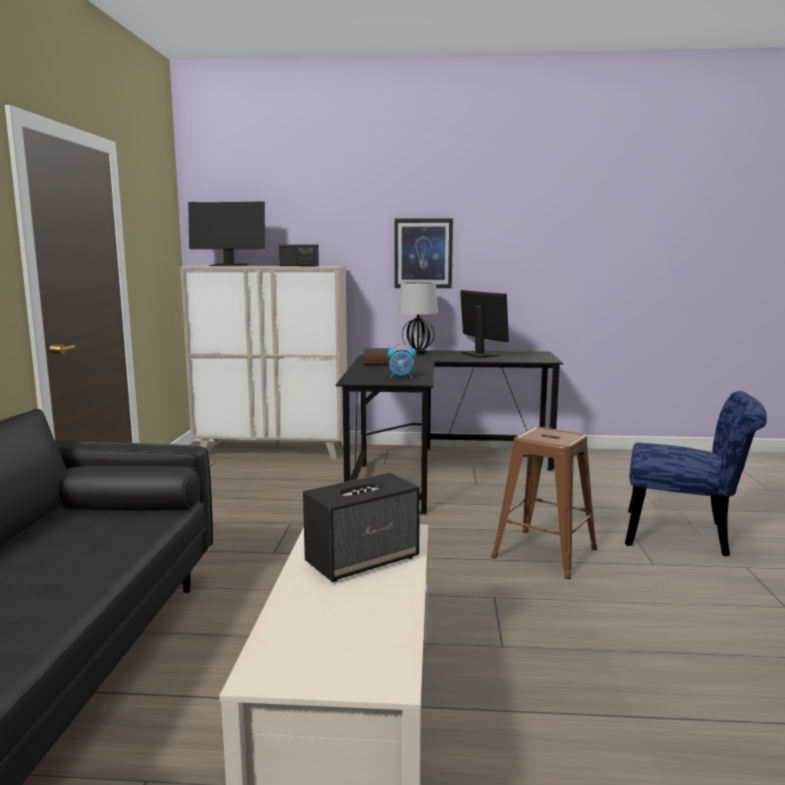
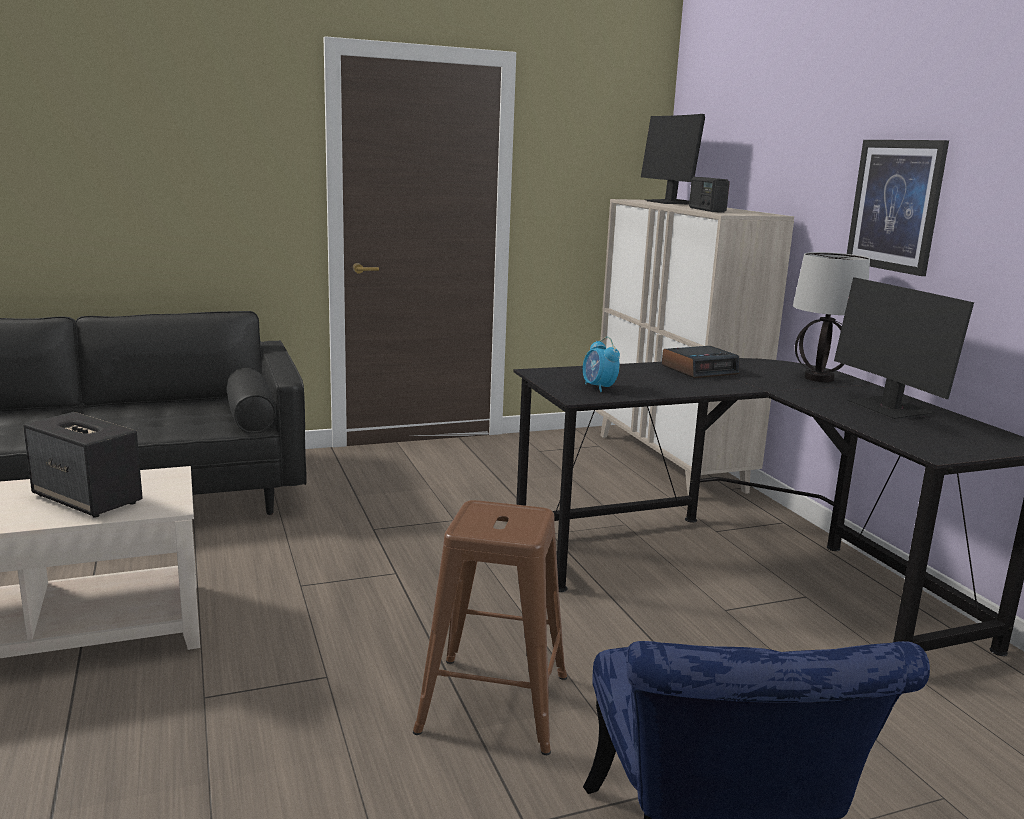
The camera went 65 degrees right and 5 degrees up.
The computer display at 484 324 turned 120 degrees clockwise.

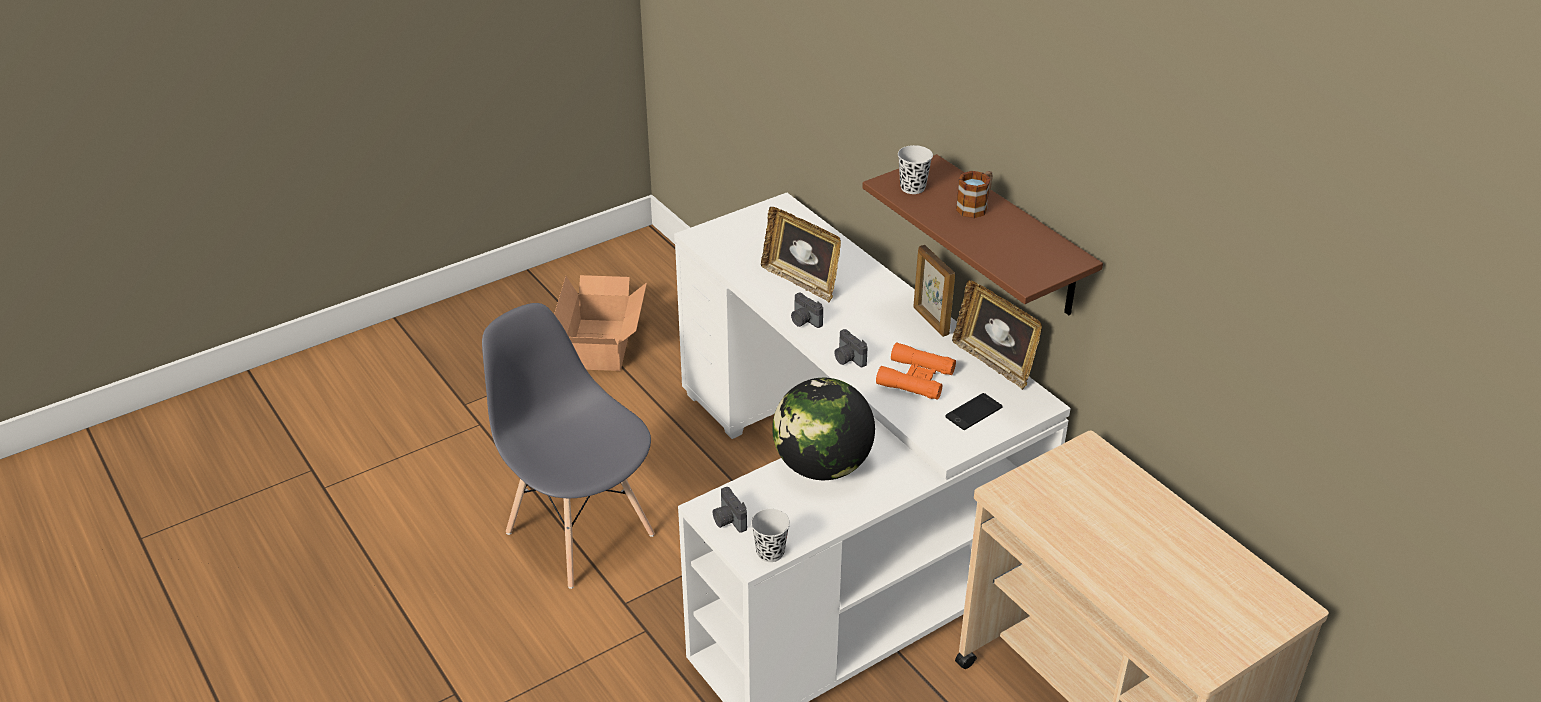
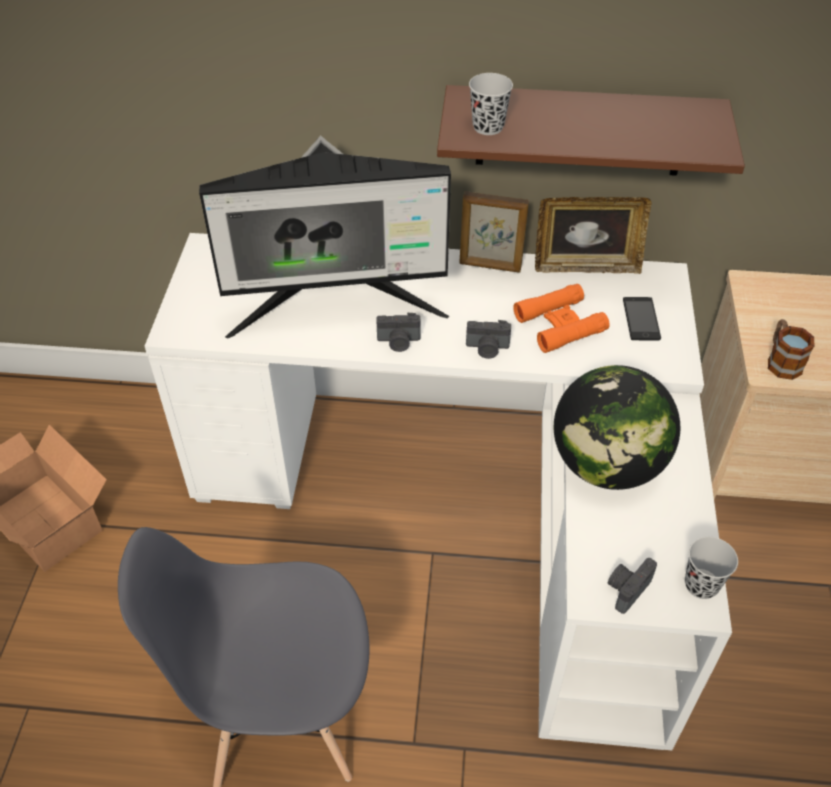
The camera went 50 degrees left and 10 degrees up.
The photo camera at 730 510 turned 120 degrees clockwise.
The standing frame at 801 254 was replaced by the computer display at 325 237.
The mug moved from 974 194 to 791 349.

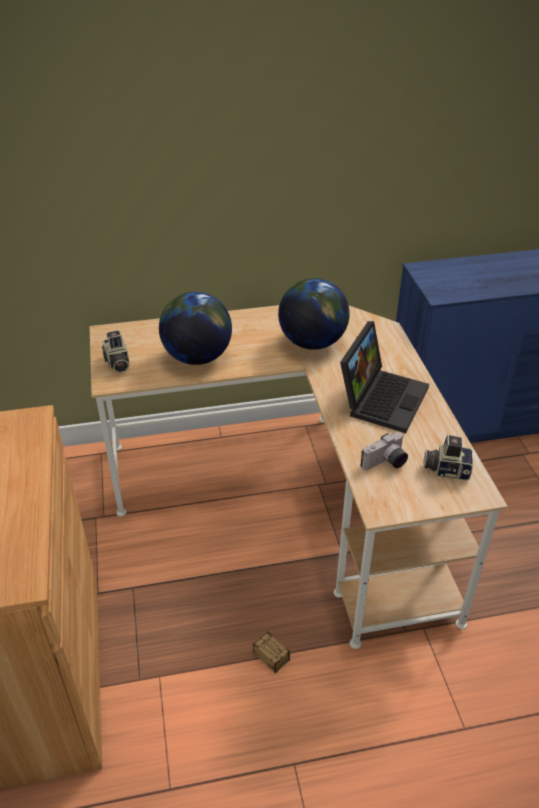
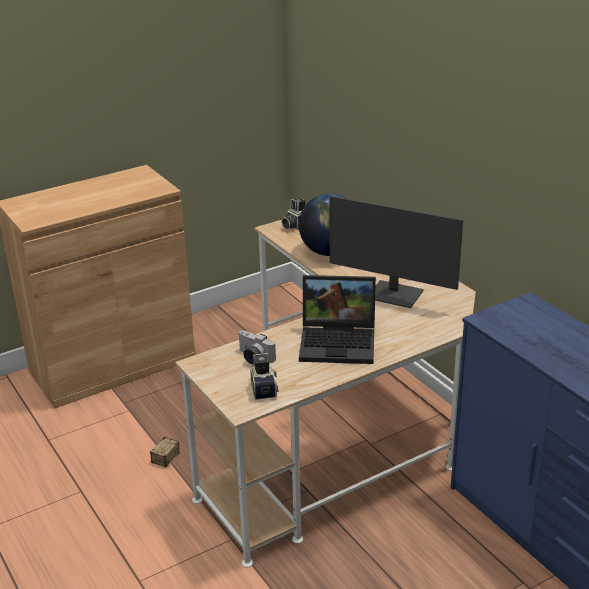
The camera went 70 degrees right and 10 degrees down.
The world globe at 314 314 was replaced by the computer display at 396 252.

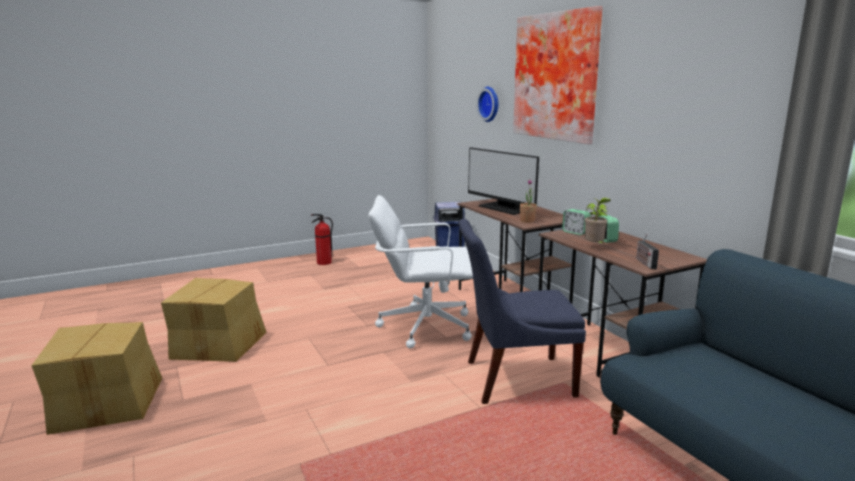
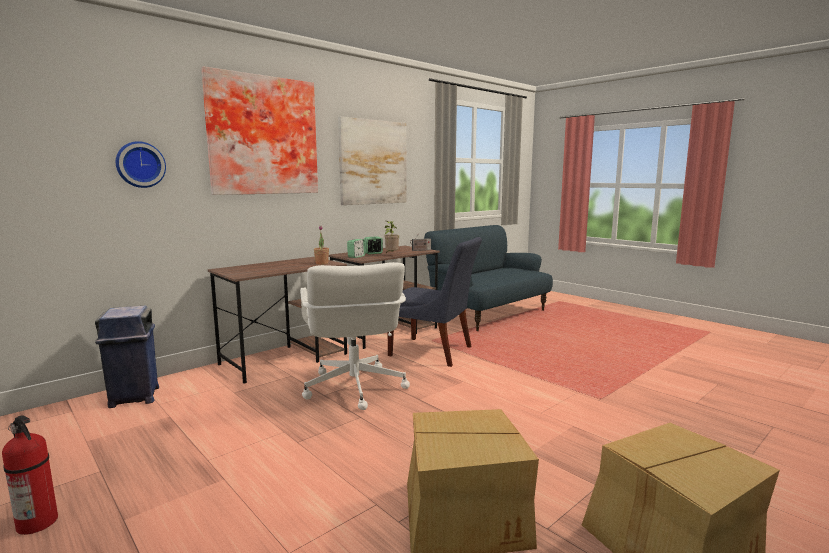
The camera went 105 degrees left and 5 degrees down.
The blue-coloured upright chair at 522 311 turned 45 degrees counterclockwise.
The computer display at 503 181 disappeared.
The picture at 372 160 appeared.

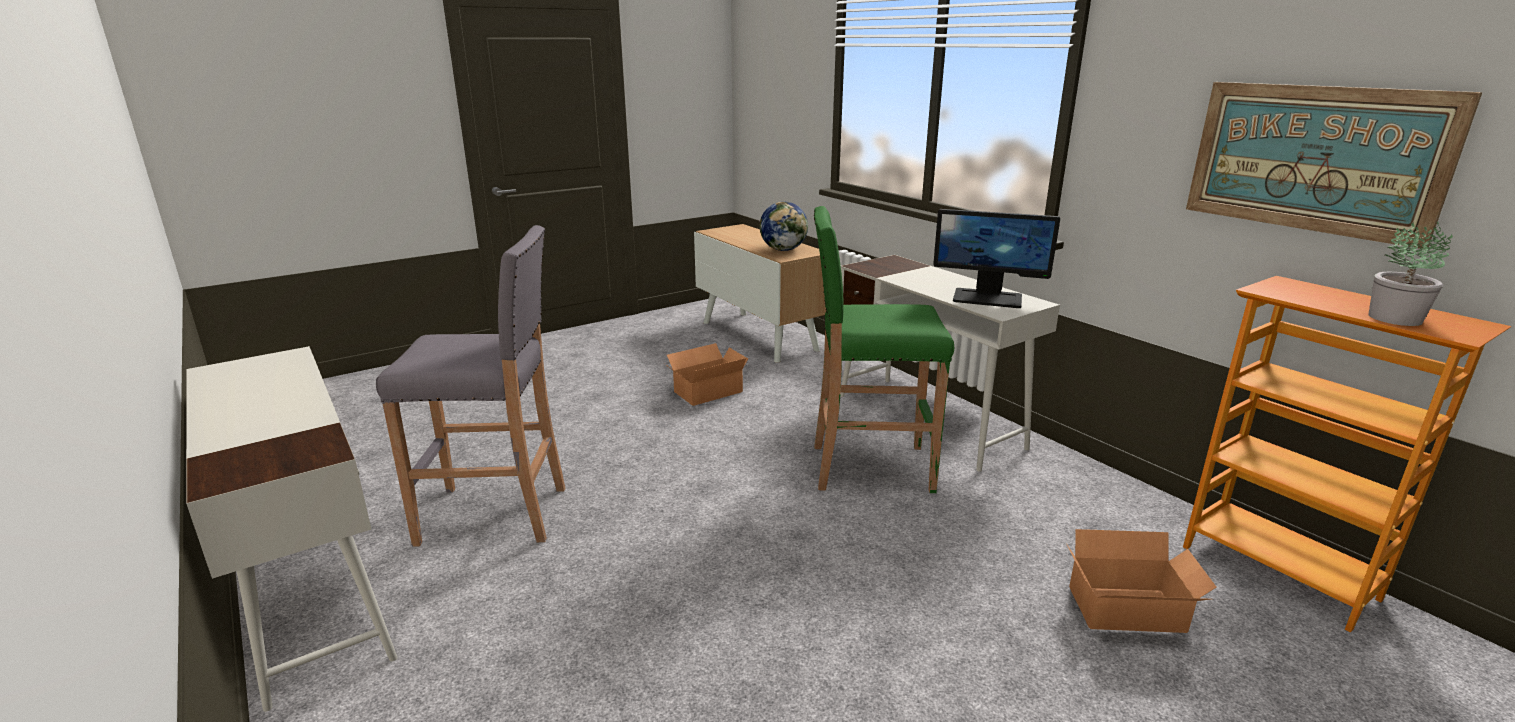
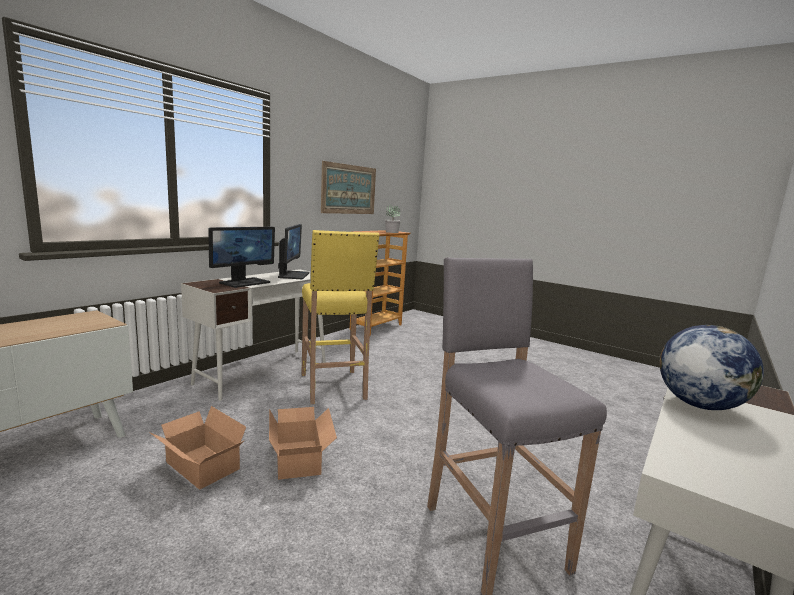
The camera went 110 degrees left and 10 degrees down.
The world globe moved from 784 226 to 712 367.
The green-coloured stool seat at 884 349 became the yellow-coloured stool seat at 340 317.
The packing box moved from 1141 581 to 303 443.
The computer display at 241 257 appeared.

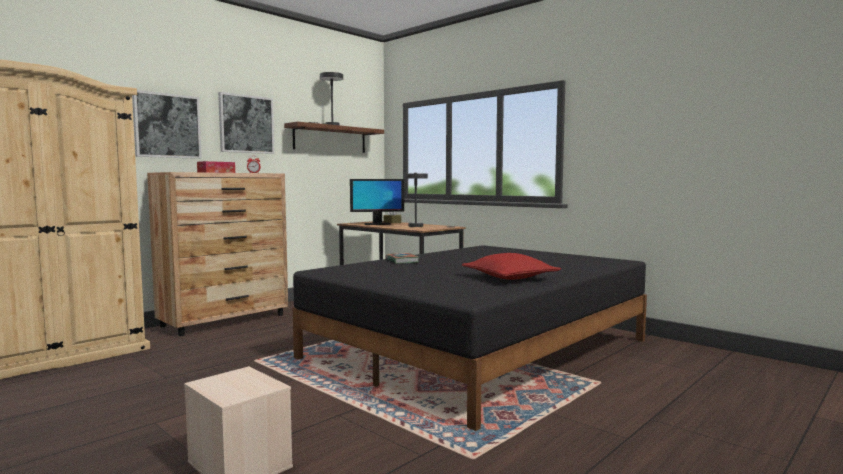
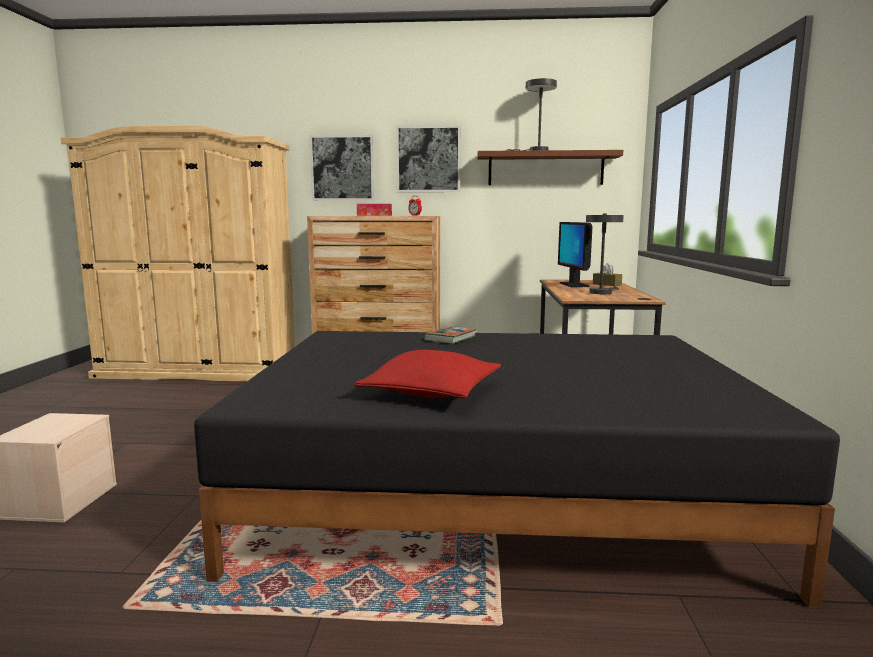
The camera went 50 degrees right and 5 degrees up.
The computer display at 377 202 turned 45 degrees clockwise.

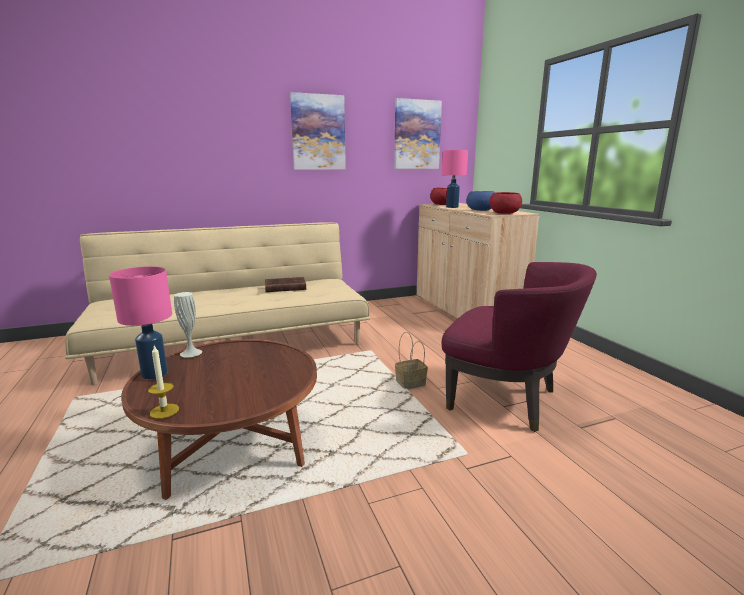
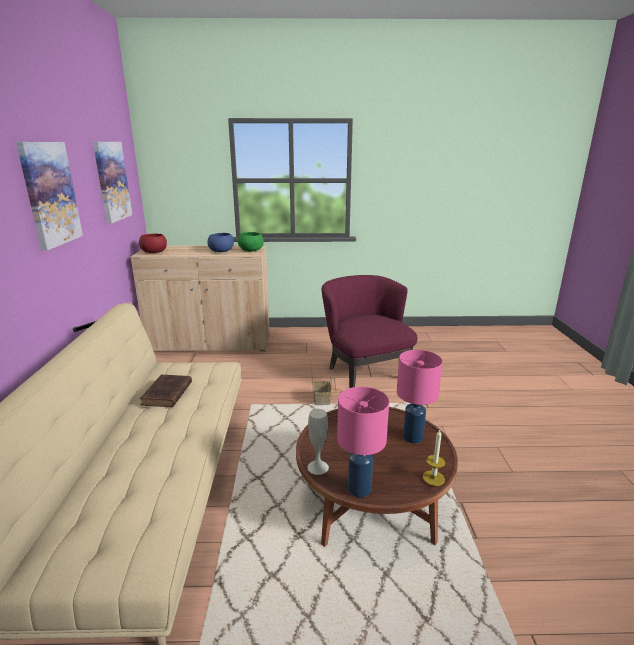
The camera went 70 degrees left and 5 degrees up.
The pinkish lamp for a table moved from 455 179 to 420 397.
The purple-coloured lounge chair at 519 347 turned 75 degrees counterclockwise.
The red-coloured deep dish at 506 203 became the green-coloured deep dish at 251 242.

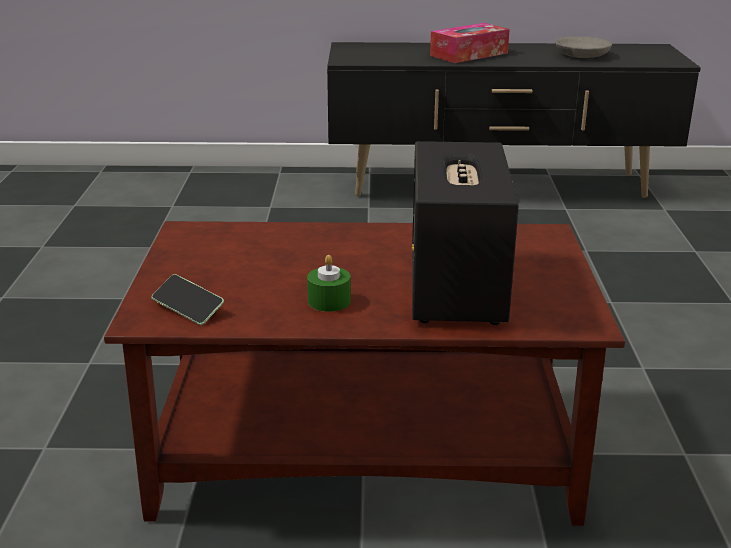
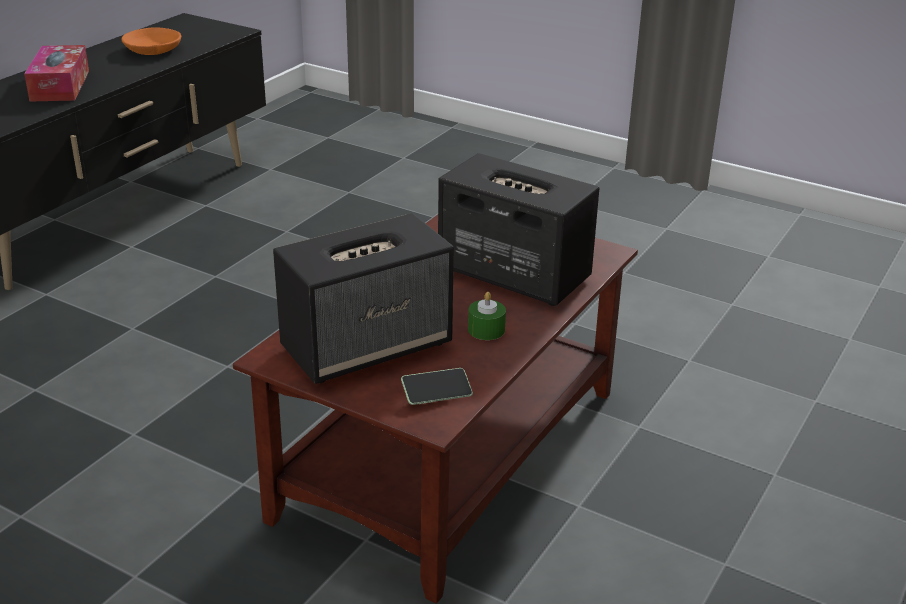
The camera went 60 degrees left and 5 degrees up.
The greyish deep dish at 583 47 became the orange deep dish at 151 41.
The audio speaker at 363 298 appeared.

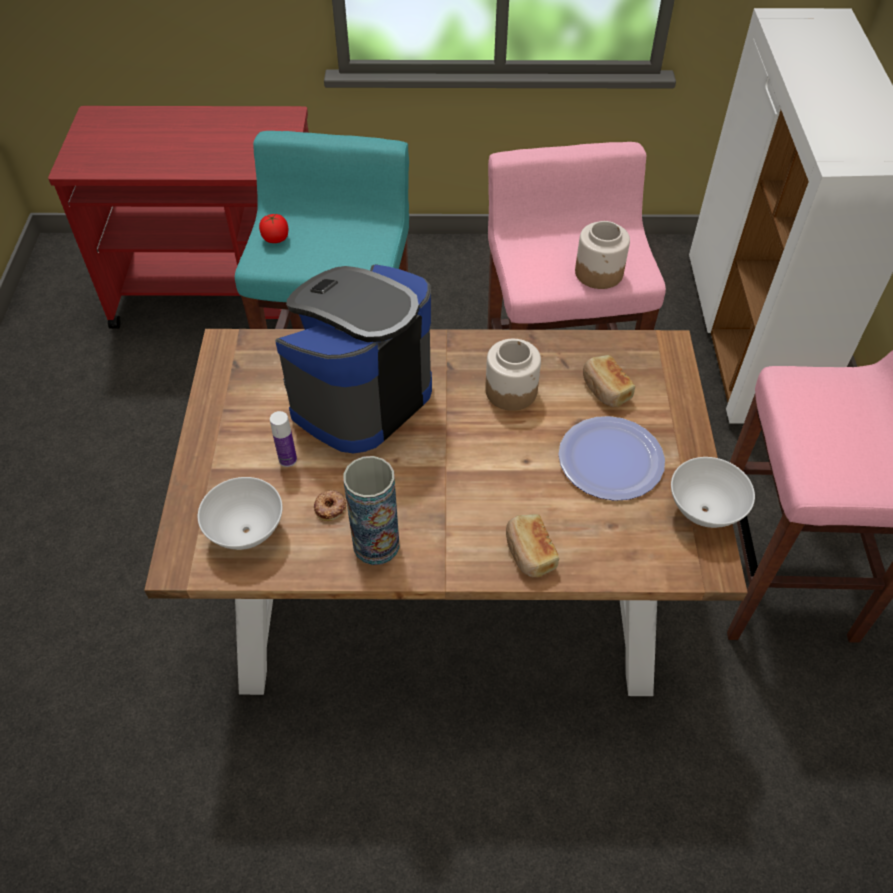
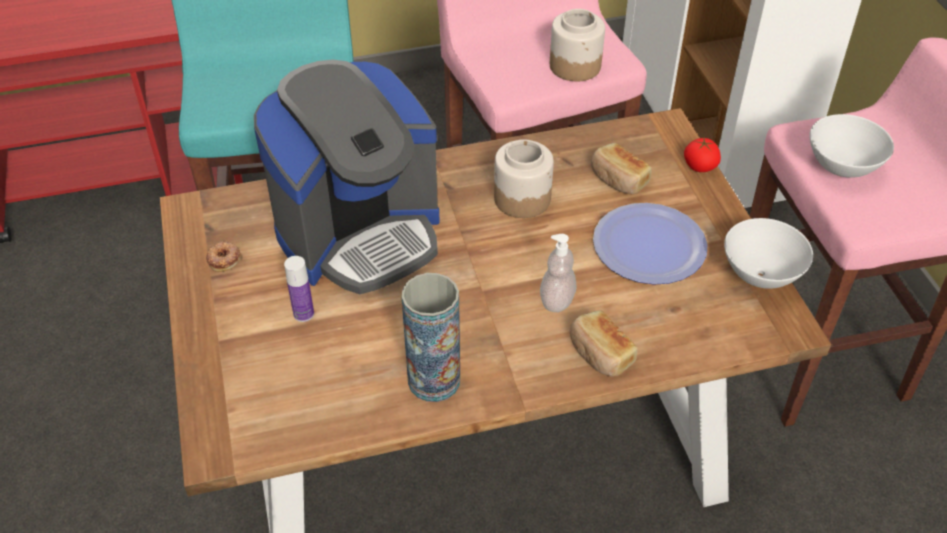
The camera went 15 degrees left and 5 degrees down.
The white deep dish moved from 240 513 to 851 146.
The whole tomato moved from 273 228 to 702 155.
The coffee machine at 353 359 turned 150 degrees counterclockwise.
The donut moved from 330 505 to 223 256.
The soap bottle at 558 273 appeared.

